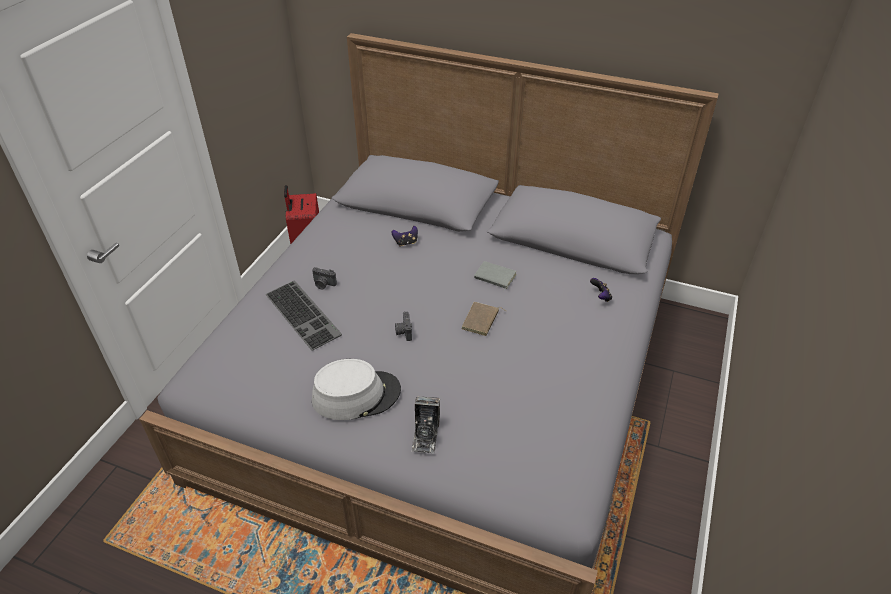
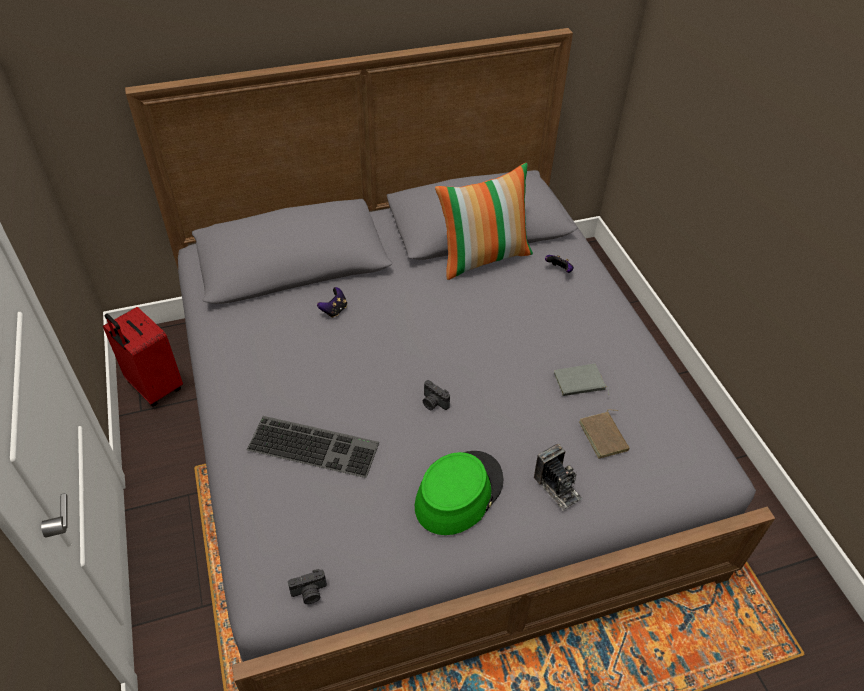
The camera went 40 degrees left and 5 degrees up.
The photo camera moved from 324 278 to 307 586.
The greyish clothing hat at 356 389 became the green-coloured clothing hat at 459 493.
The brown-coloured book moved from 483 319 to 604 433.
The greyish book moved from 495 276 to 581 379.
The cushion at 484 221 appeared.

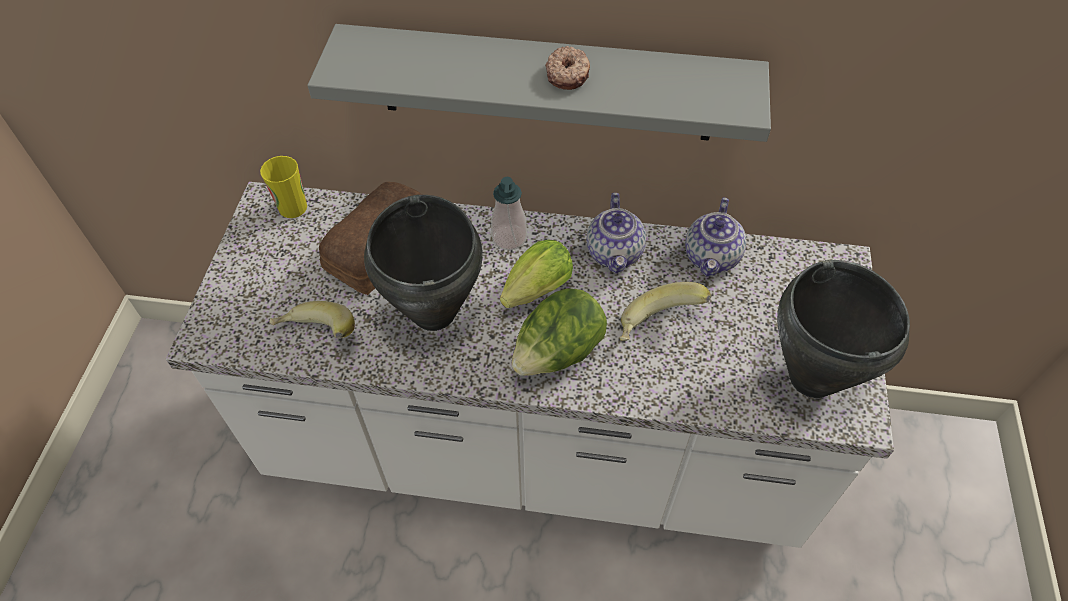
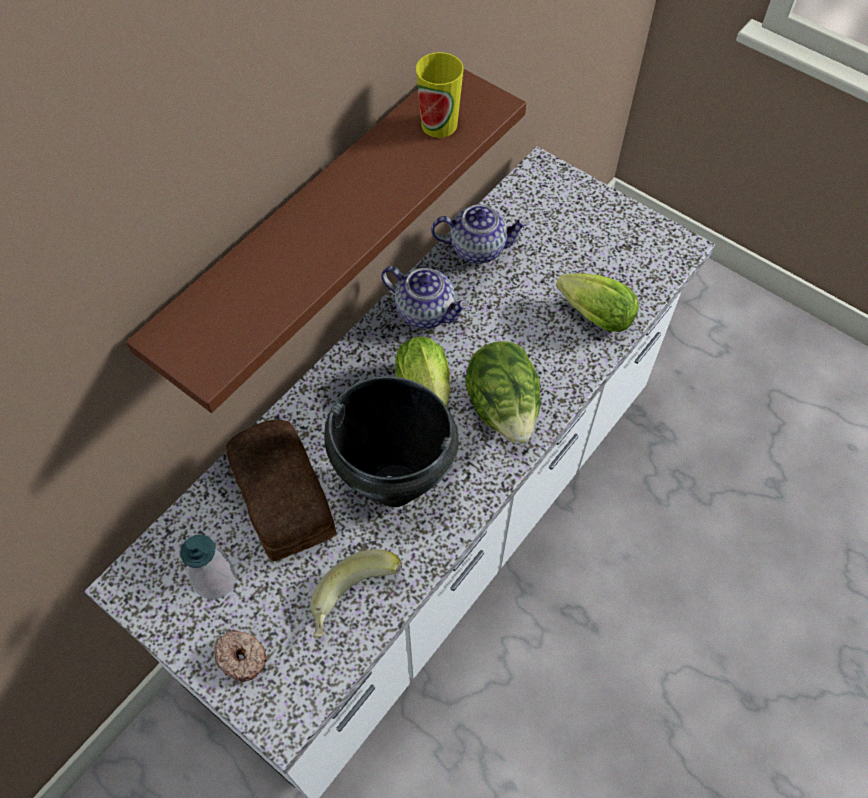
The camera went 60 degrees left and 5 degrees up.
The cup moved from 283 187 to 440 95.
The greyish wall shelf at 539 83 became the brown-coloured wall shelf at 326 241.
The soap bottle moved from 509 213 to 208 567.
The donut moved from 567 68 to 240 656.
The banana at 665 311 disappeared.
The tea pot at 715 237 turned 45 degrees counterclockwise.
The blackish saucepot at 843 329 disappeared.
The lettuce at 597 303 appeared.

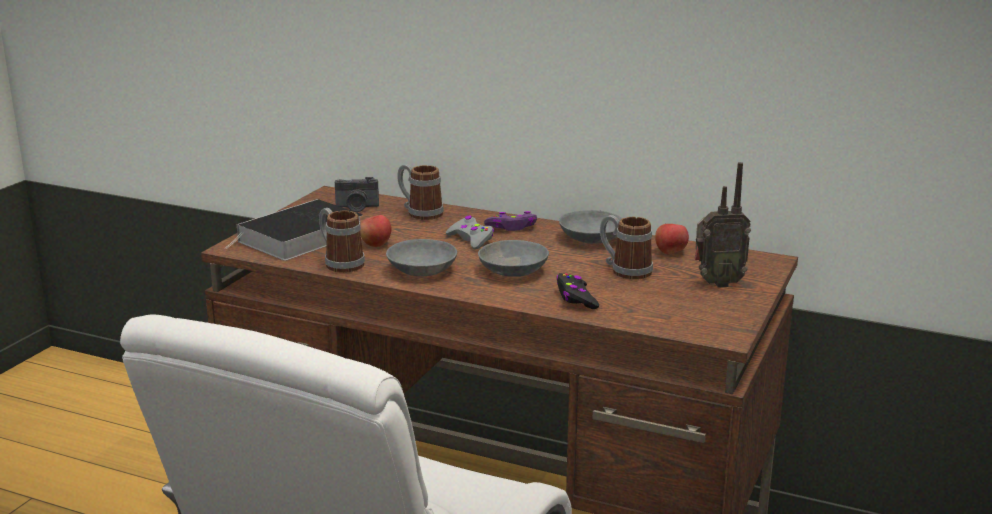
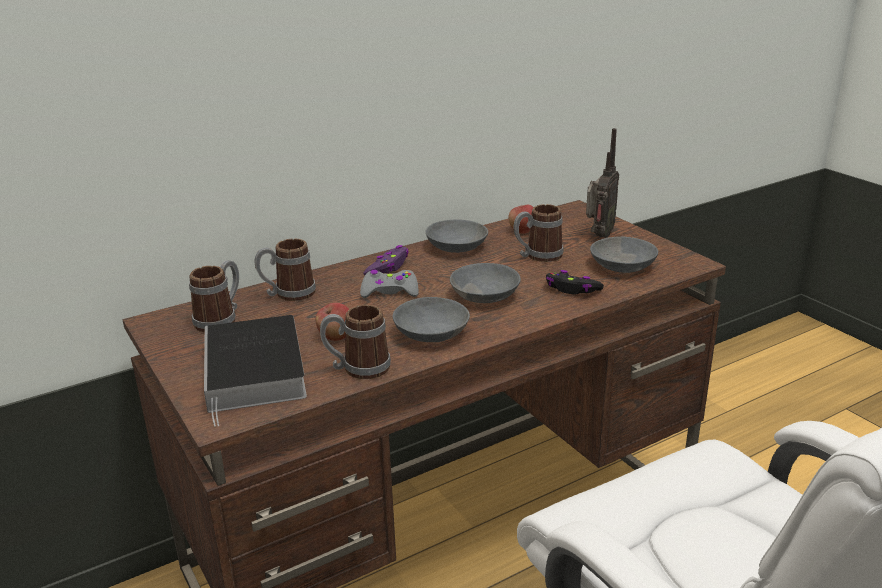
The camera went 55 degrees left and 5 degrees up.
The photo camera at 357 194 was replaced by the mug at 214 296.
The greyish deep dish at 624 255 appeared.

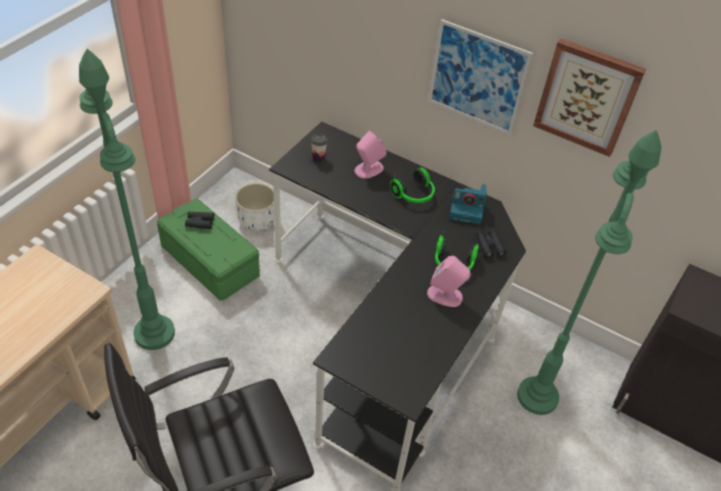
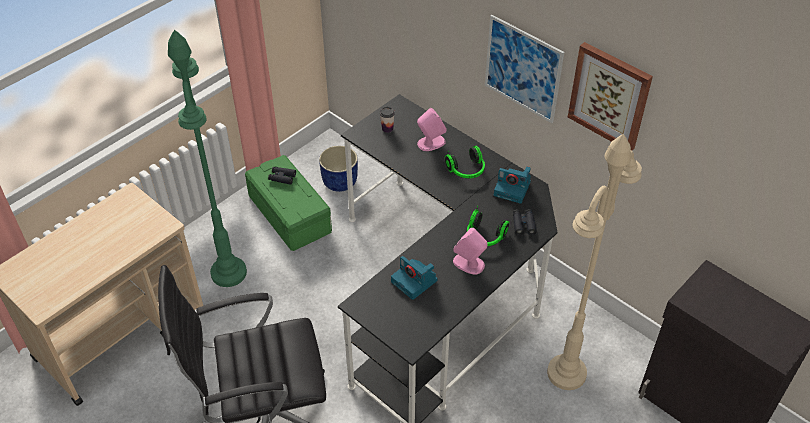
The camera went 15 degrees right and 0 degrees up.
The white plant pot at 255 207 became the blue-coloured plant pot at 338 169.
The green-coloured standing lamp at 589 272 became the beige-coloured standing lamp at 594 262.
The photo camera at 414 278 appeared.

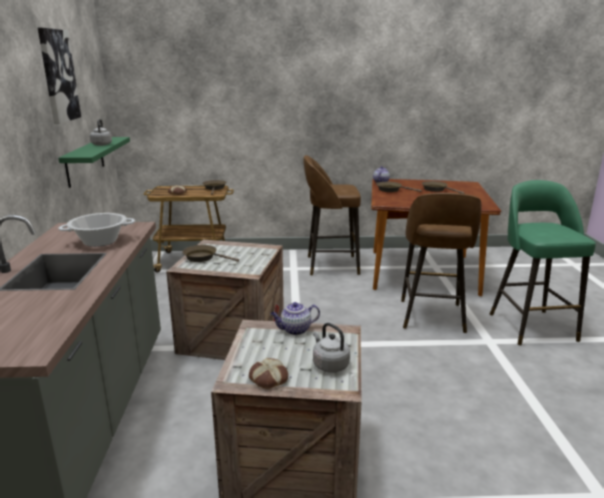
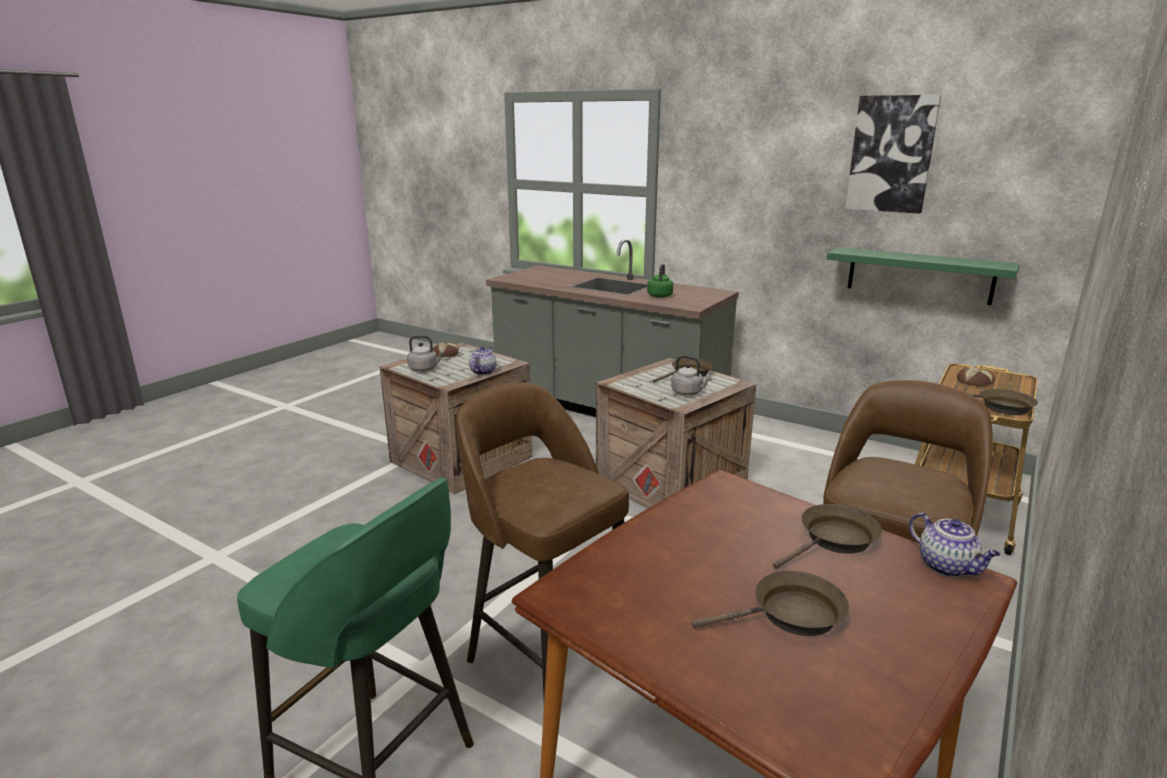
The camera went 125 degrees right and 0 degrees up.
The saucepot at 96 230 was replaced by the green-coloured kettle at 660 281.
The greyish kettle moved from 101 132 to 691 375.

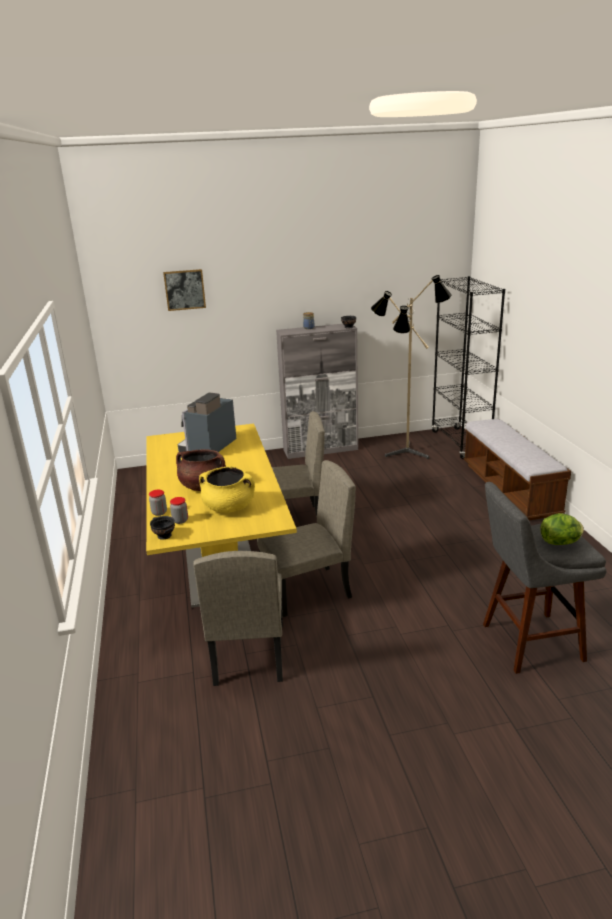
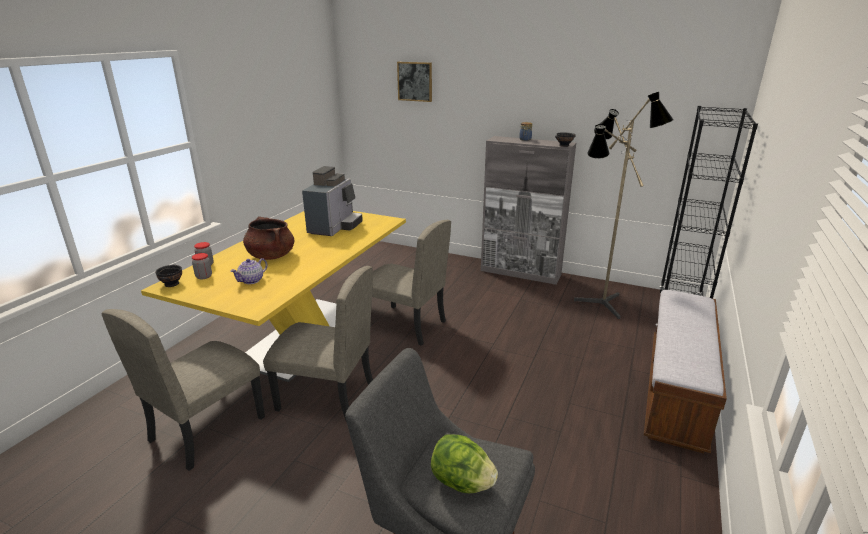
The camera went 35 degrees right and 0 degrees up.
The coffee machine at 207 422 turned 135 degrees clockwise.
The yellow-coloured saucepot at 227 489 was replaced by the tea pot at 249 271.

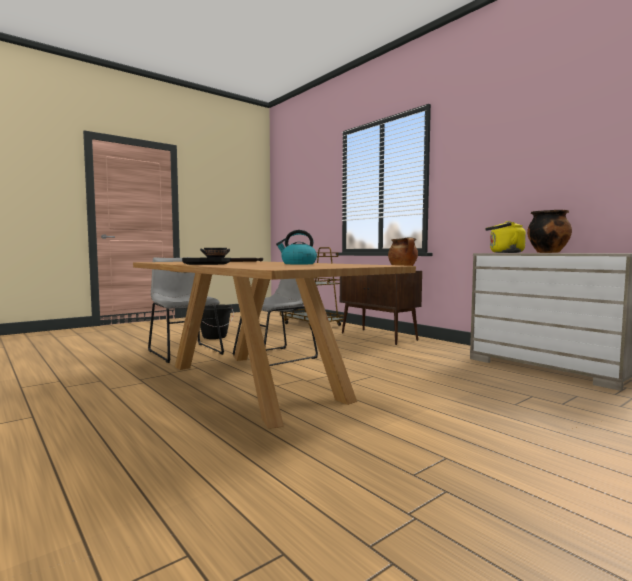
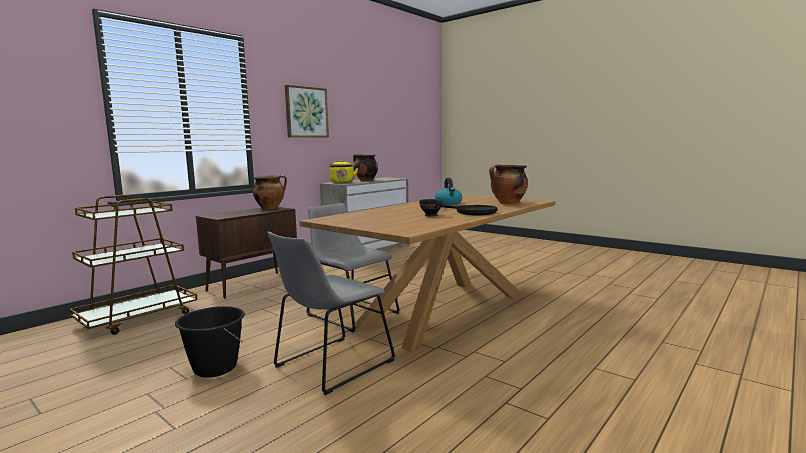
The camera went 100 degrees left and 5 degrees up.
The picture at 307 111 appeared.
The saucepot at 508 184 appeared.

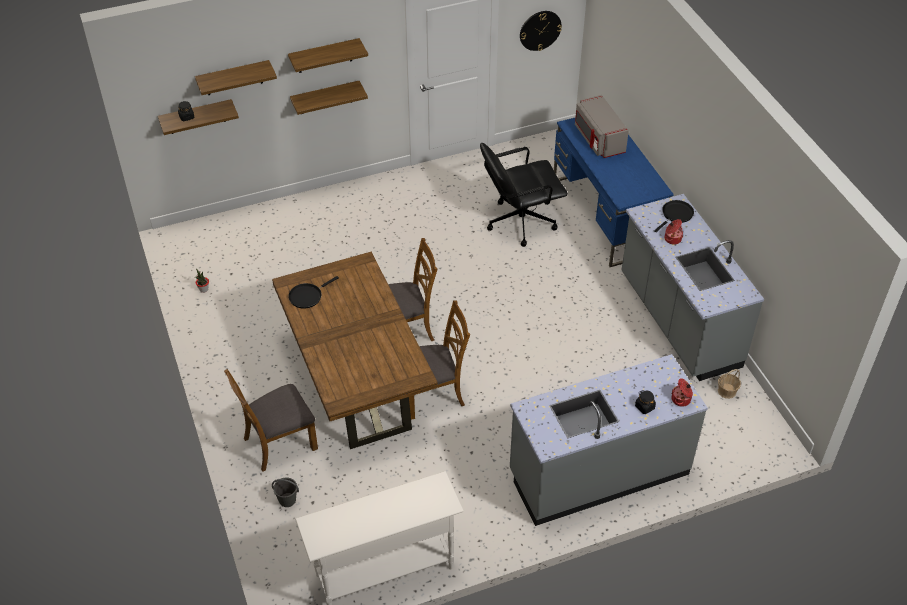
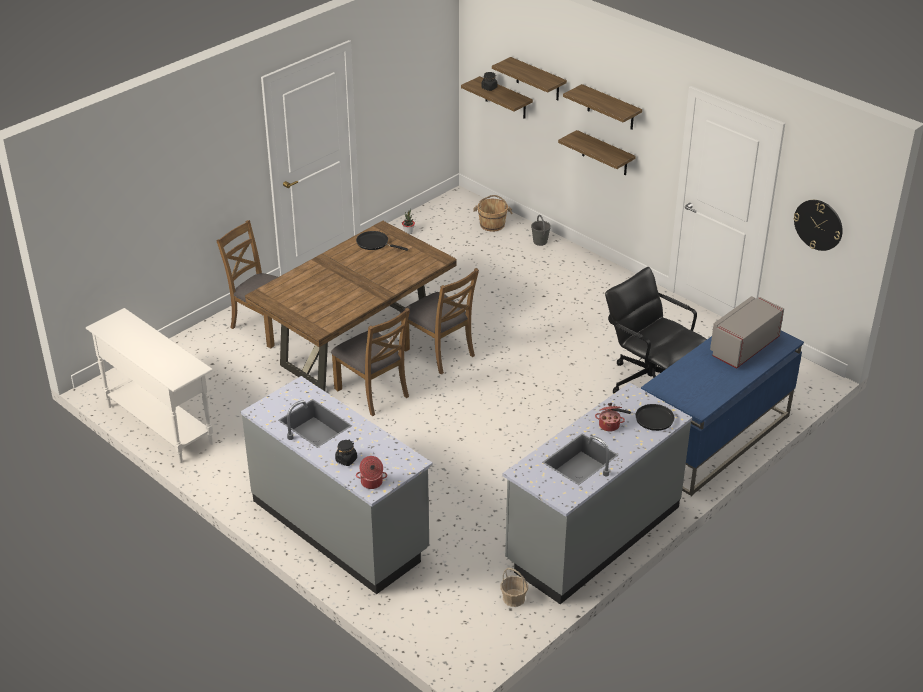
The camera went 65 degrees right and 10 degrees down.
The greyish water bucket moved from 285 492 to 541 230.
The brown-coloured water bucket at 493 213 appeared.

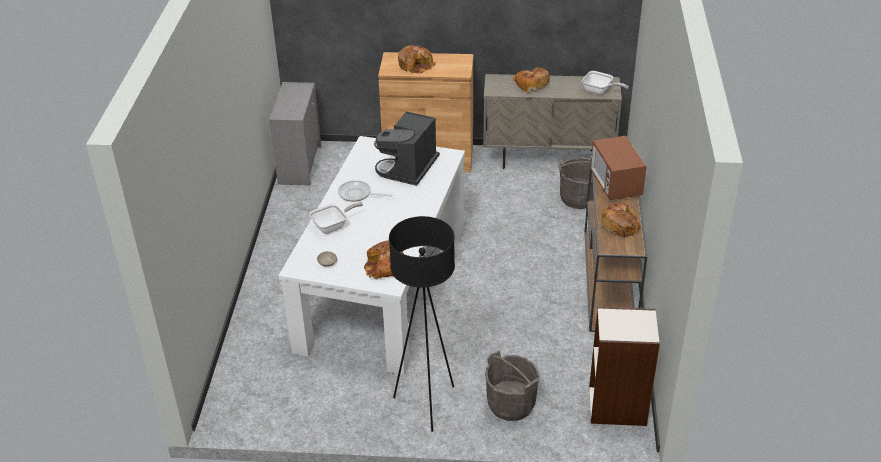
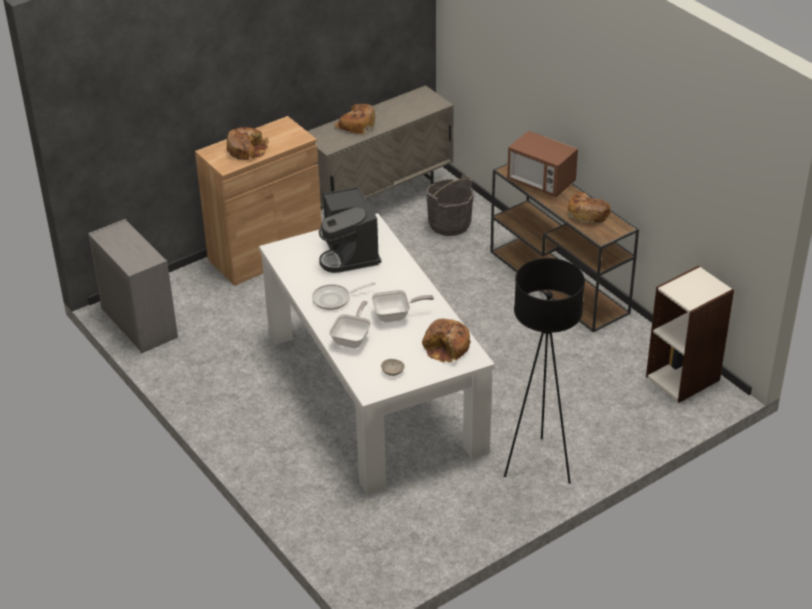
The camera went 40 degrees left and 0 degrees up.
The greyish water bucket at 512 386 disappeared.
The pan moved from 605 83 to 402 306.

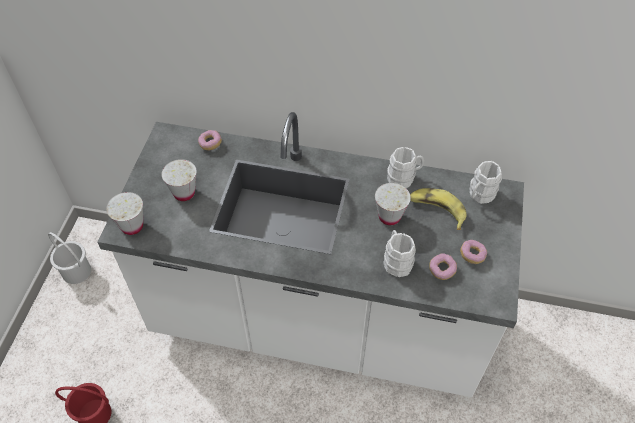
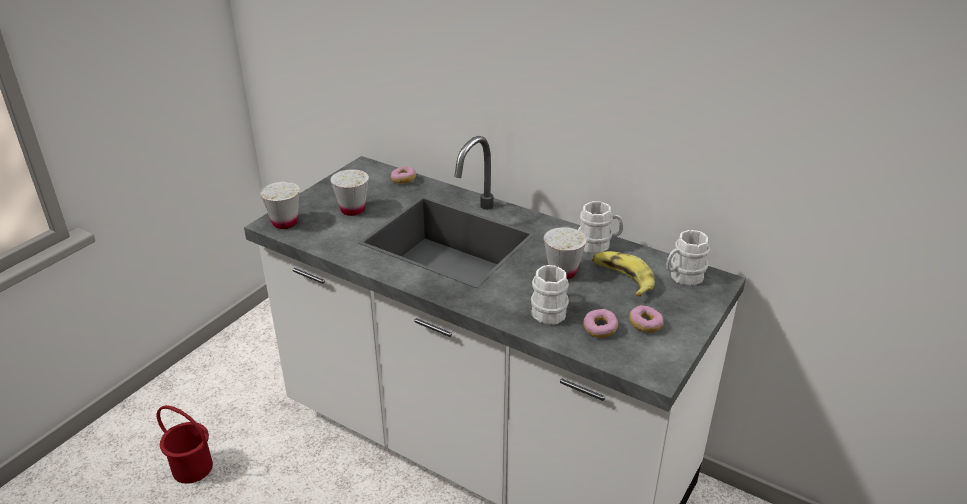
The camera went 20 degrees right and 20 degrees down.
The white water bucket at 69 258 disappeared.

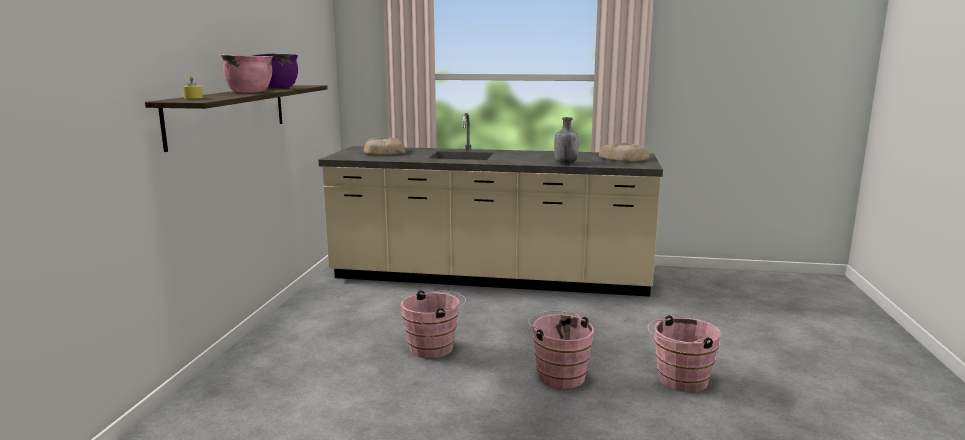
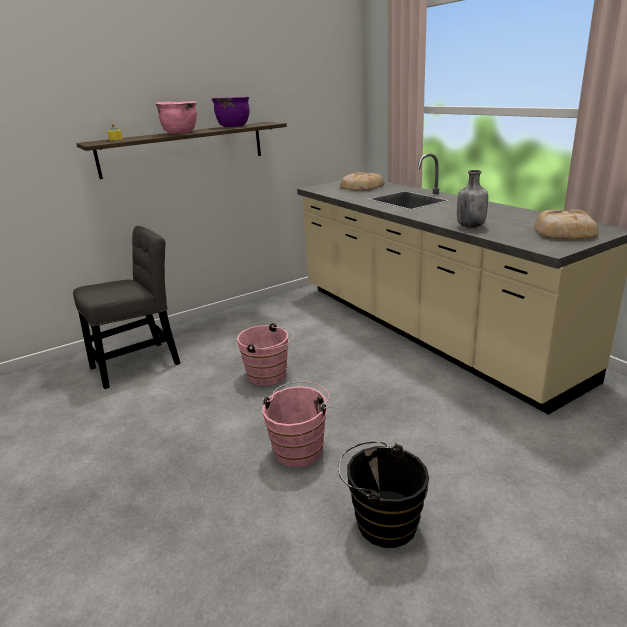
The camera went 50 degrees right and 10 degrees up.
The pinkish water bucket at 684 353 became the blackish water bucket at 383 495.
The greyish upright chair at 127 307 appeared.

